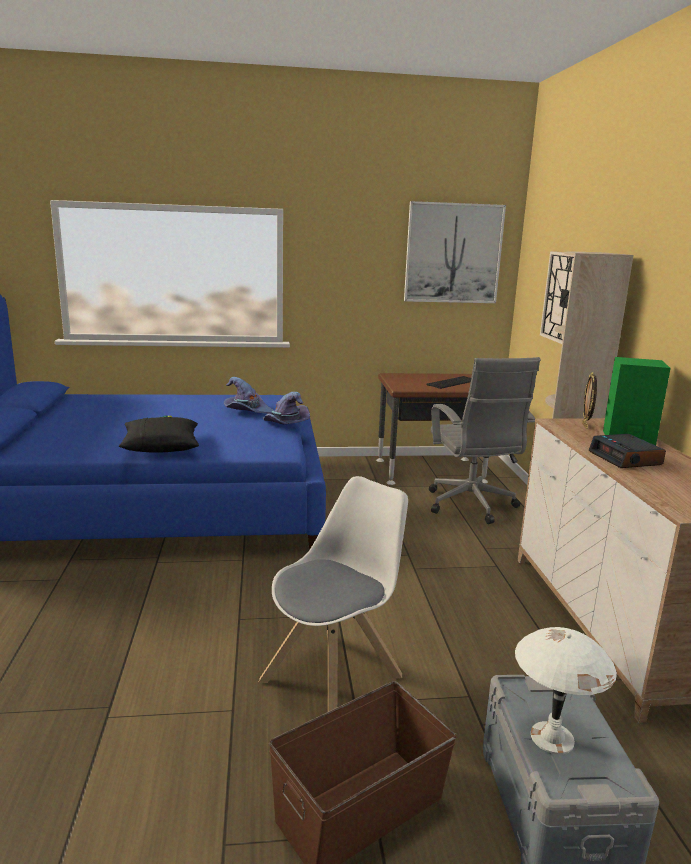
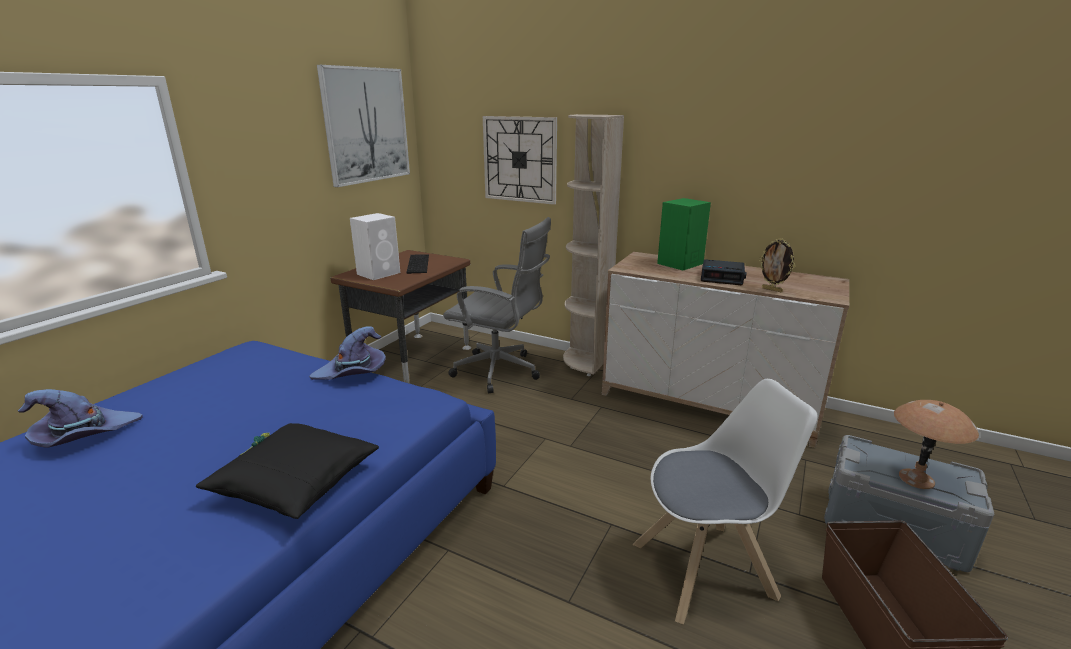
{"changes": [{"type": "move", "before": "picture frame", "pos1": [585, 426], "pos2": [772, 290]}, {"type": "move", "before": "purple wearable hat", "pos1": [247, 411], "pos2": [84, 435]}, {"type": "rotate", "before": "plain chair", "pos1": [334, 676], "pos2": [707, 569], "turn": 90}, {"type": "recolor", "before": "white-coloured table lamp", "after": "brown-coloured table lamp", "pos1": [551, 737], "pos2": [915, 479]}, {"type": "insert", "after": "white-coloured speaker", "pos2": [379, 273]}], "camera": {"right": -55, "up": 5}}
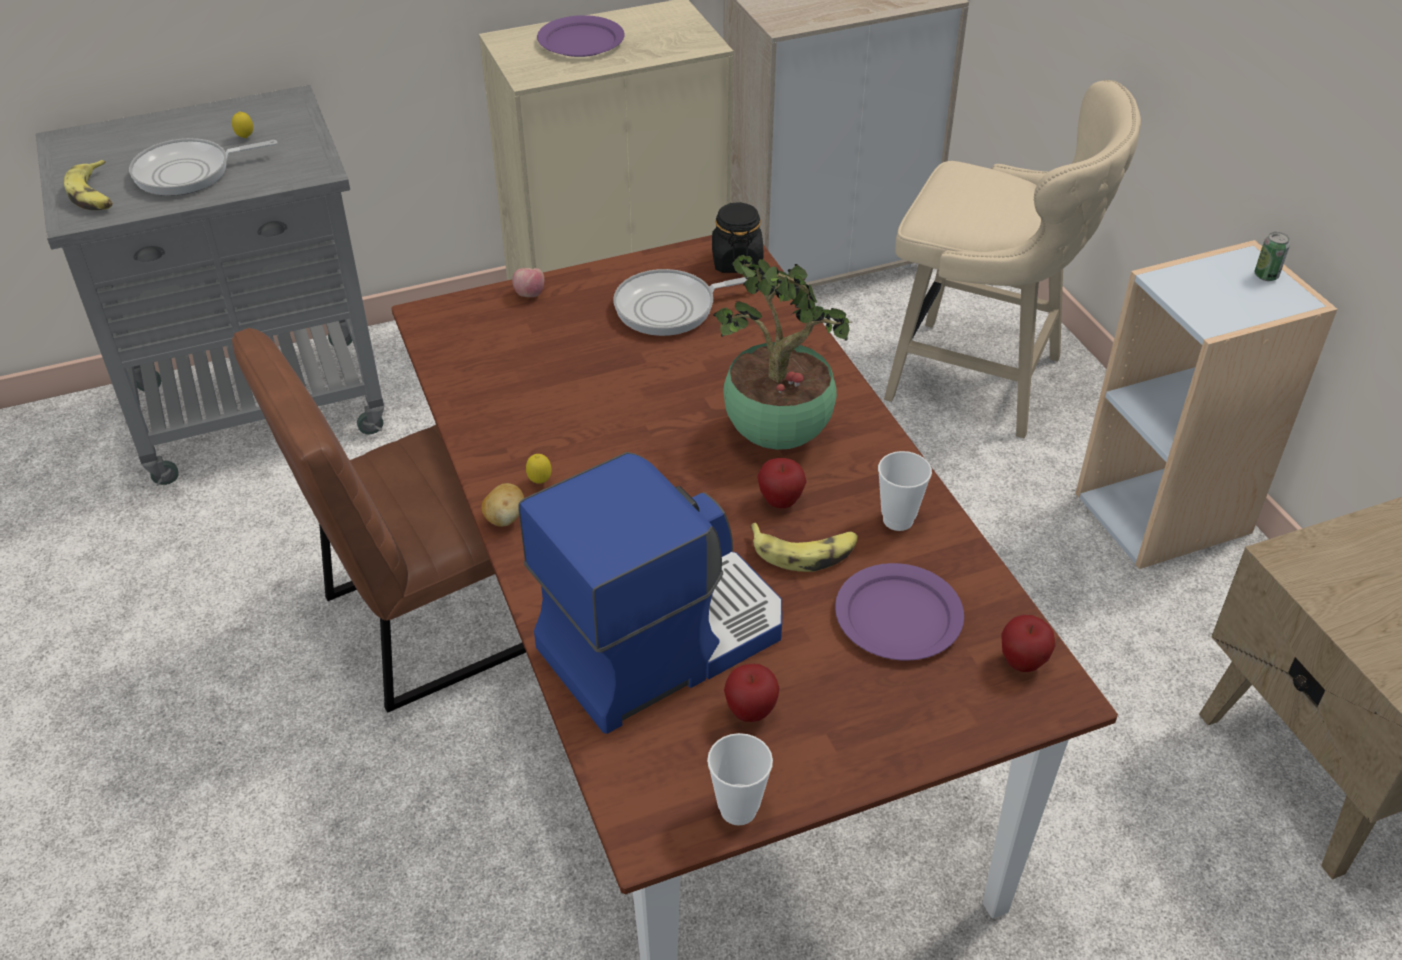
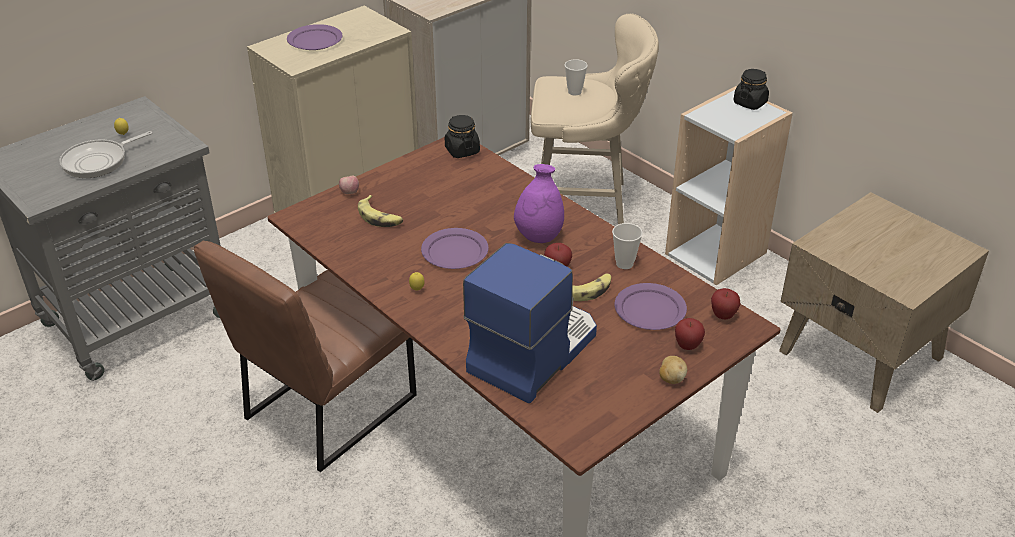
{"changes": [{"type": "move", "before": "banana fruit", "pos1": [95, 195], "pos2": [380, 217]}, {"type": "replace", "before": "sealed can", "after": "black storage jar", "pos1": [1266, 276], "pos2": [750, 103]}, {"type": "replace", "before": "plant in a pot", "after": "purple vase", "pos1": [780, 436], "pos2": [539, 236]}, {"type": "delete", "before": "pan", "pos1": [671, 308]}, {"type": "move", "before": "spud", "pos1": [505, 518], "pos2": [671, 378]}, {"type": "move", "before": "apple", "pos1": [750, 712], "pos2": [687, 346]}, {"type": "move", "before": "cup", "pos1": [738, 809], "pos2": [574, 92]}, {"type": "insert", "after": "purple dinner plate", "pos2": [455, 251]}], "camera": {"right": -20, "up": -5}}
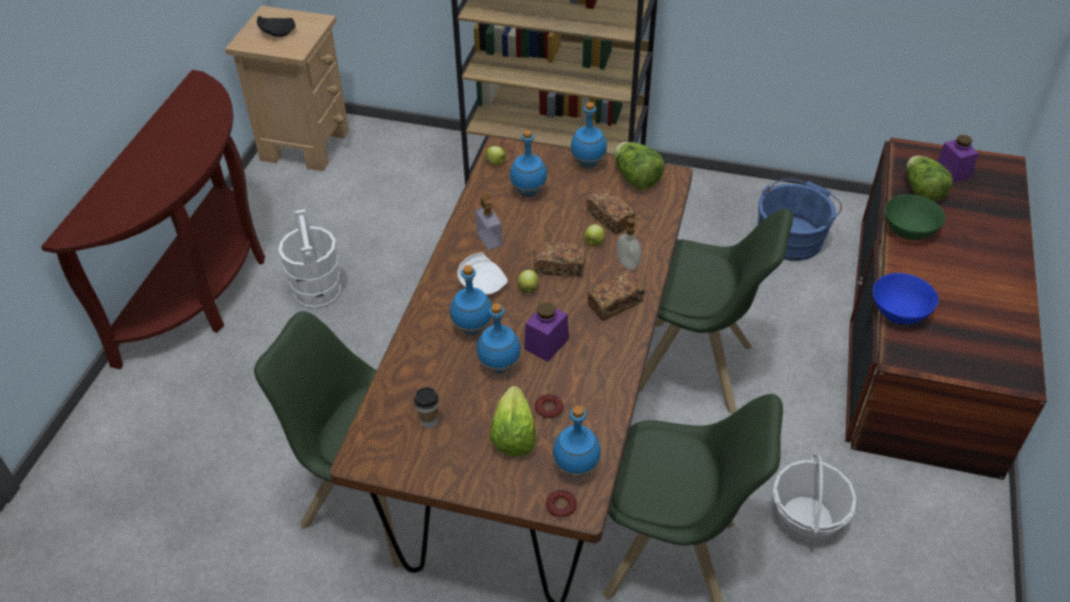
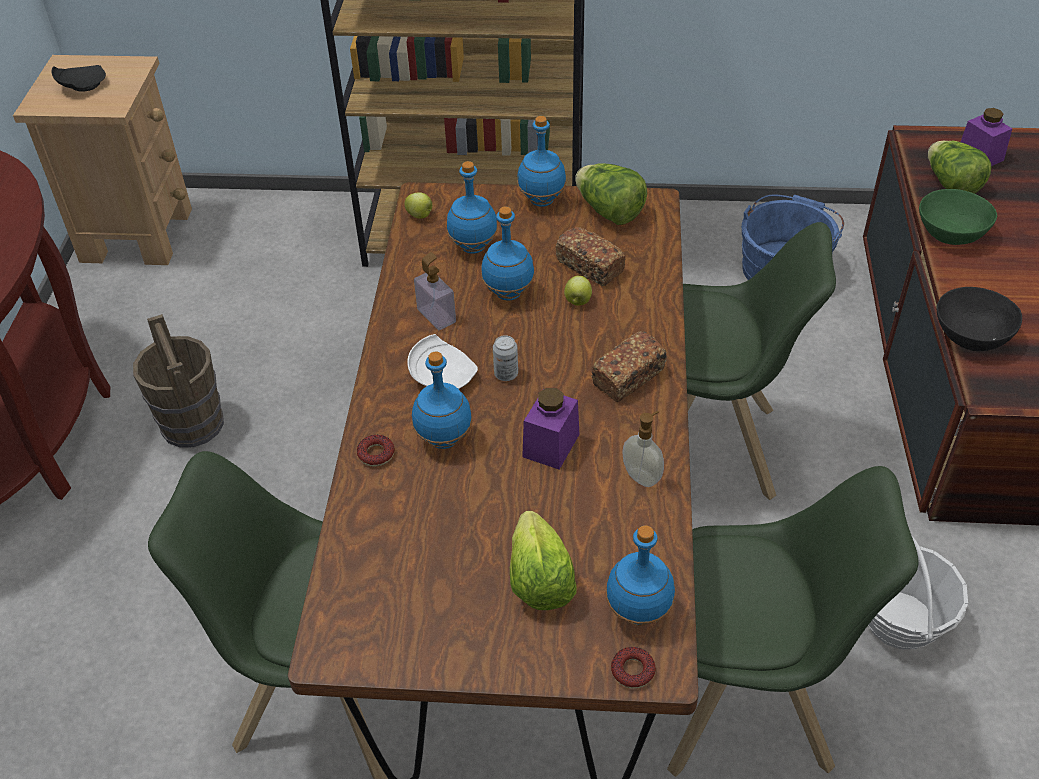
{"changes": [{"type": "recolor", "before": "white-coloured water bucket", "after": "brown-coloured water bucket", "pos1": [317, 292], "pos2": [192, 424]}, {"type": "move", "before": "soap bottle", "pos1": [628, 263], "pos2": [642, 476]}, {"type": "delete", "before": "bread", "pos1": [559, 267]}, {"type": "replace", "before": "apple", "after": "sealed can", "pos1": [528, 288], "pos2": [506, 374]}, {"type": "recolor", "before": "blue-coloured serving bowl", "after": "black serving bowl", "pos1": [899, 311], "pos2": [971, 335]}, {"type": "move", "before": "blue-coloured beverage bottle", "pos1": [499, 366], "pos2": [507, 293]}, {"type": "delete", "before": "cup", "pos1": [429, 421]}, {"type": "move", "before": "donut", "pos1": [548, 409], "pos2": [376, 454]}], "camera": {"right": -10, "up": 0}}
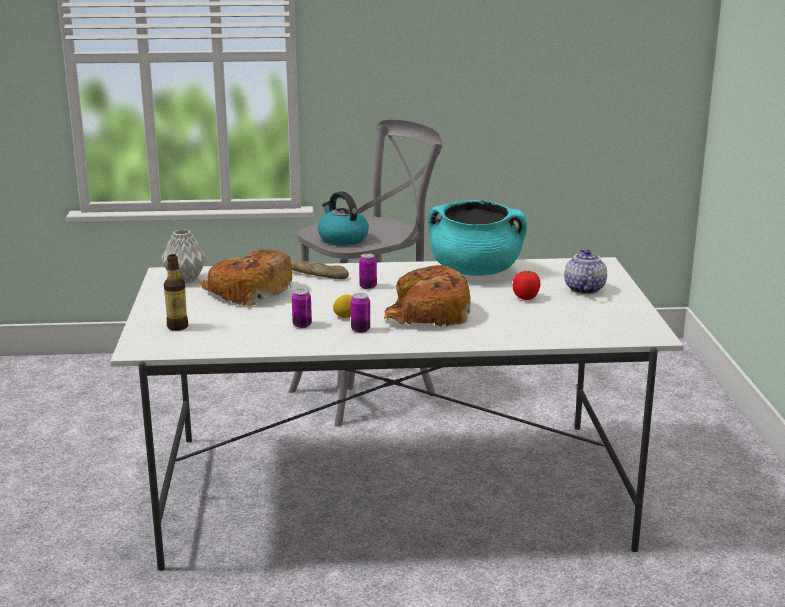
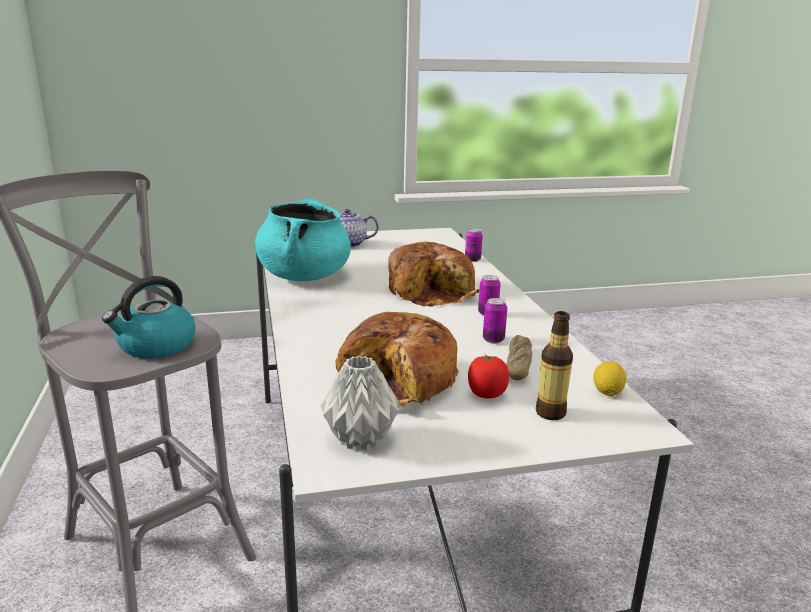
{"changes": [{"type": "move", "before": "sealed can", "pos1": [368, 287], "pos2": [472, 259]}, {"type": "move", "before": "bread", "pos1": [318, 275], "pos2": [518, 364]}, {"type": "move", "before": "whole tomato", "pos1": [525, 298], "pos2": [487, 394]}, {"type": "move", "before": "citrus fruit", "pos1": [345, 317], "pos2": [607, 392]}], "camera": {"right": -100, "up": 0}}
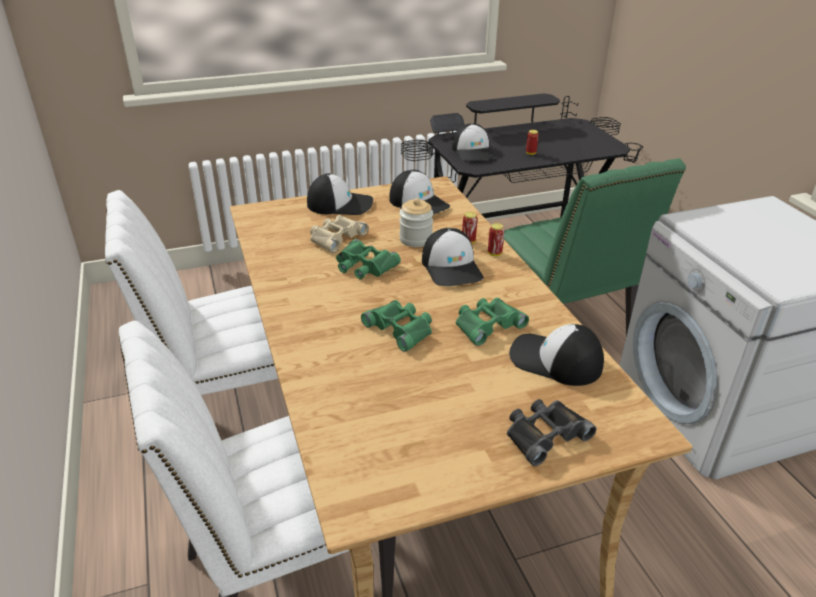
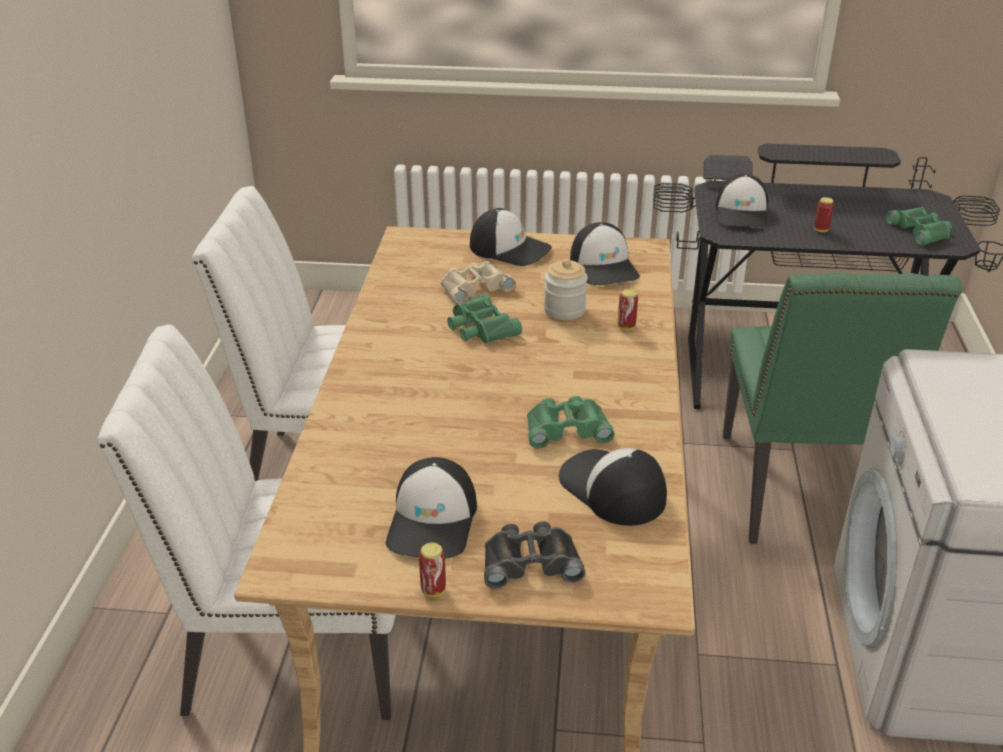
{"changes": [{"type": "move", "before": "sealed can", "pos1": [494, 253], "pos2": [433, 590]}, {"type": "move", "before": "baseball cap", "pos1": [452, 267], "pos2": [433, 521]}, {"type": "move", "before": "greenish binoculars", "pos1": [400, 328], "pos2": [920, 231]}], "camera": {"right": 25, "up": 0}}
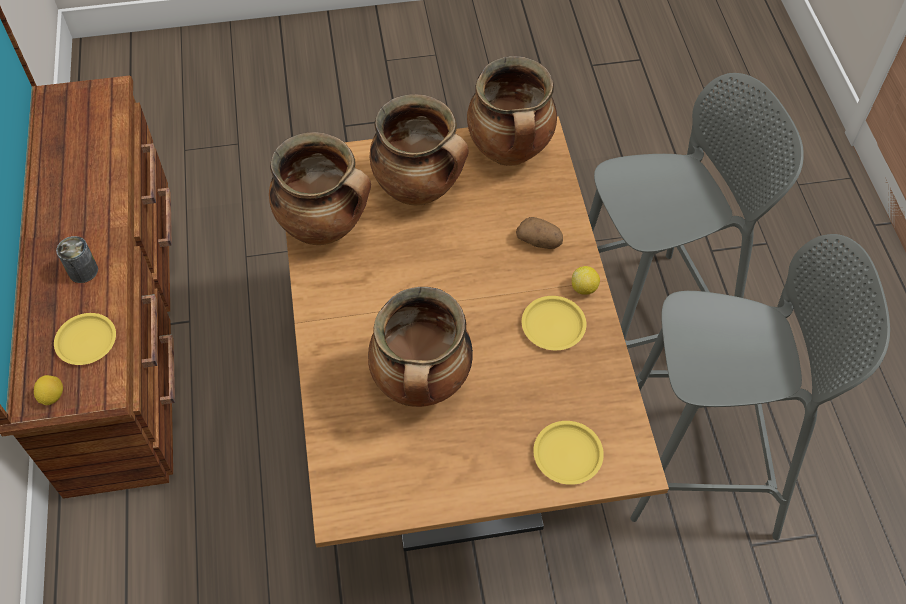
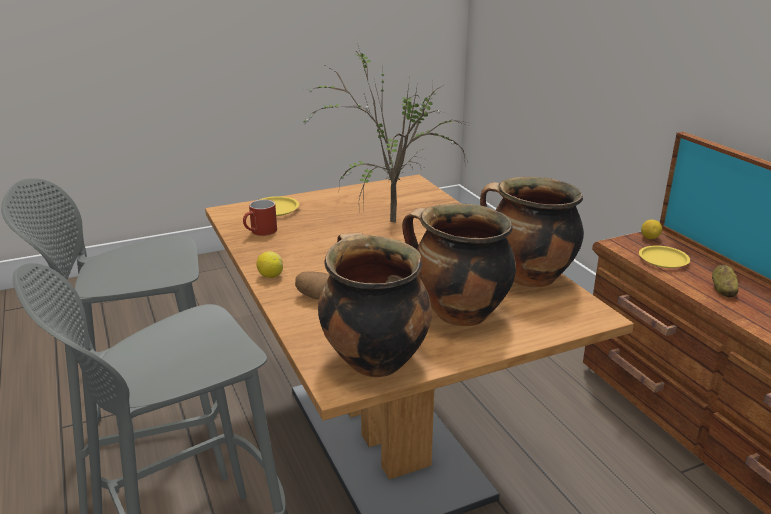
{"changes": [{"type": "replace", "before": "sealed can", "after": "spud", "pos1": [83, 271], "pos2": [722, 290]}, {"type": "replace", "before": "cooking pot", "after": "plant in a pot", "pos1": [422, 385], "pos2": [387, 220]}, {"type": "delete", "before": "yellow dinner plate", "pos1": [553, 325]}, {"type": "insert", "after": "red coffee mug", "pos2": [260, 232]}], "camera": {"right": 165, "up": -30}}
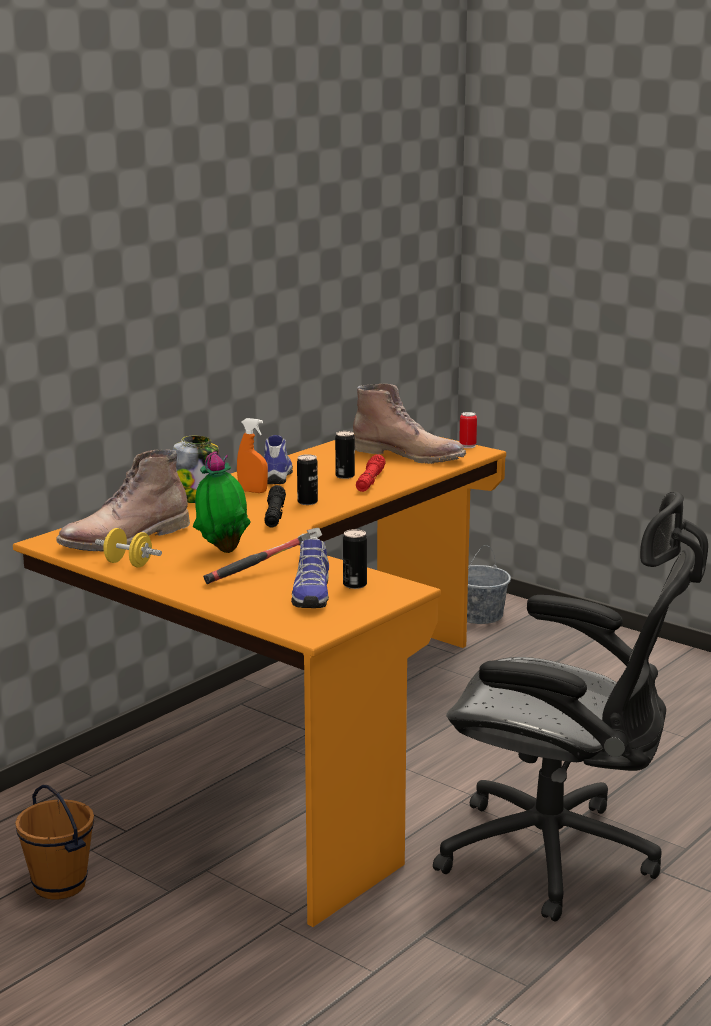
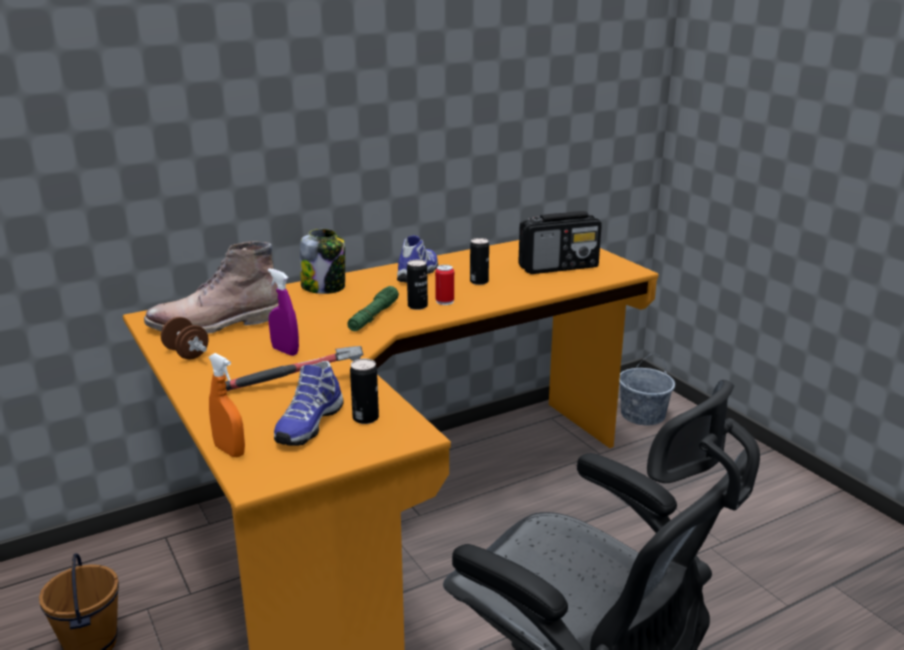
{"changes": [{"type": "replace", "before": "brown-coloured tall boot", "after": "radio receiver", "pos1": [409, 455], "pos2": [559, 267]}, {"type": "move", "before": "sealed can", "pos1": [467, 446], "pos2": [444, 301]}, {"type": "move", "before": "orangey spray bottle", "pos1": [252, 491], "pos2": [229, 451]}, {"type": "replace", "before": "plant in a pot", "after": "purple spray bottle", "pos1": [223, 550], "pos2": [285, 351]}, {"type": "delete", "before": "red flashlight", "pos1": [370, 481]}, {"type": "recolor", "before": "black flashlight", "after": "greenish flashlight", "pos1": [274, 515], "pos2": [373, 316]}, {"type": "recolor", "before": "yellow dumbbell", "after": "brown-coloured dumbbell", "pos1": [128, 564], "pos2": [186, 353]}], "camera": {"right": 20, "up": 5}}
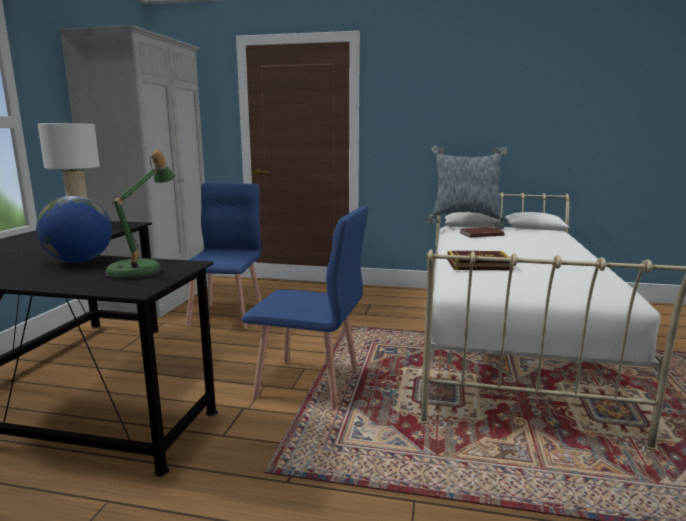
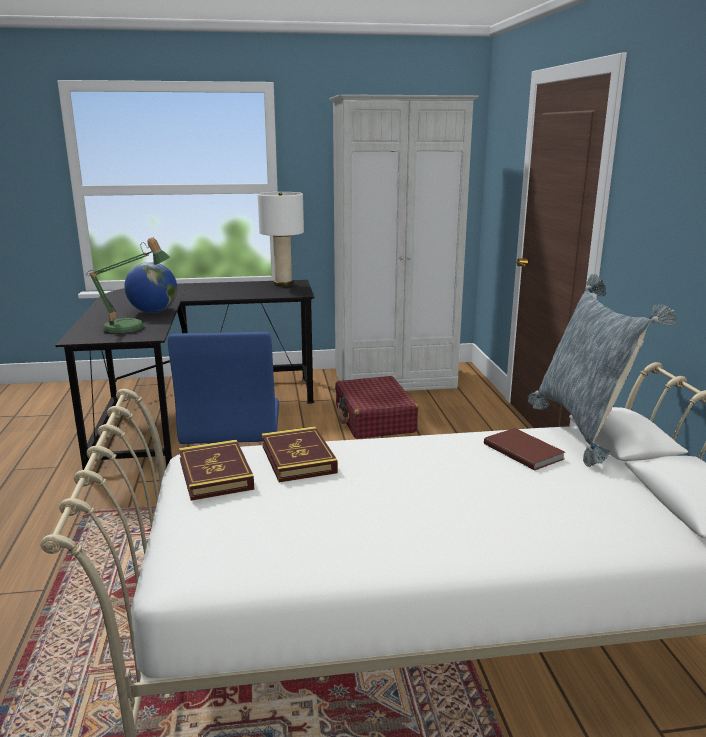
{"changes": [{"type": "replace", "before": "blue-coloured plain chair", "after": "red piece of luggage", "pos1": [227, 315], "pos2": [374, 420]}, {"type": "insert", "after": "bound book", "pos2": [215, 474]}], "camera": {"right": 70, "up": 5}}
